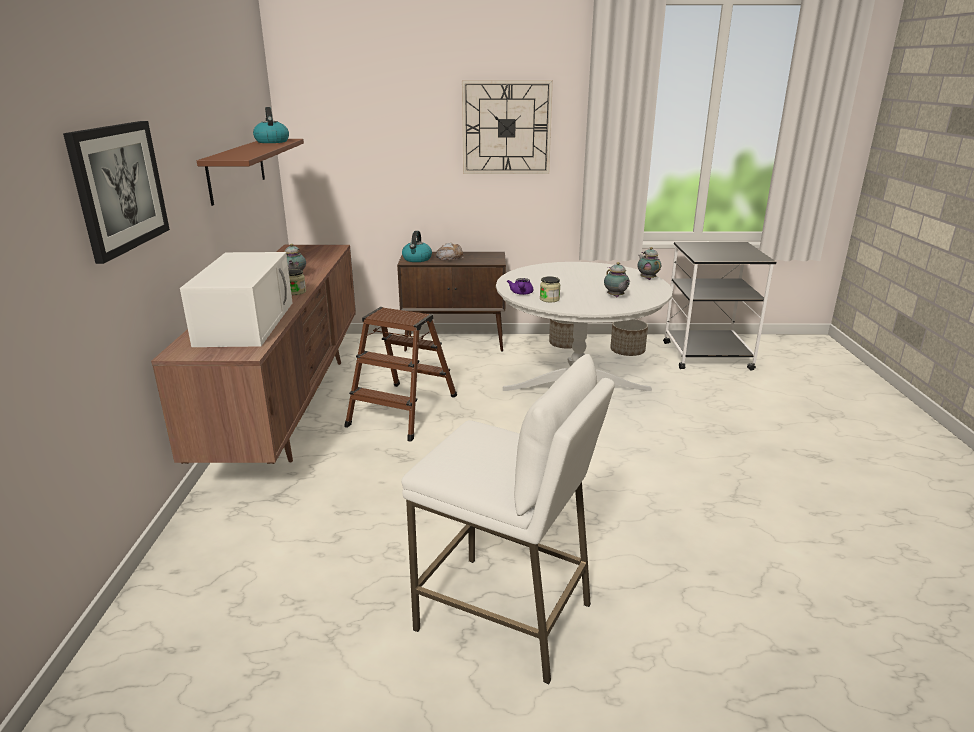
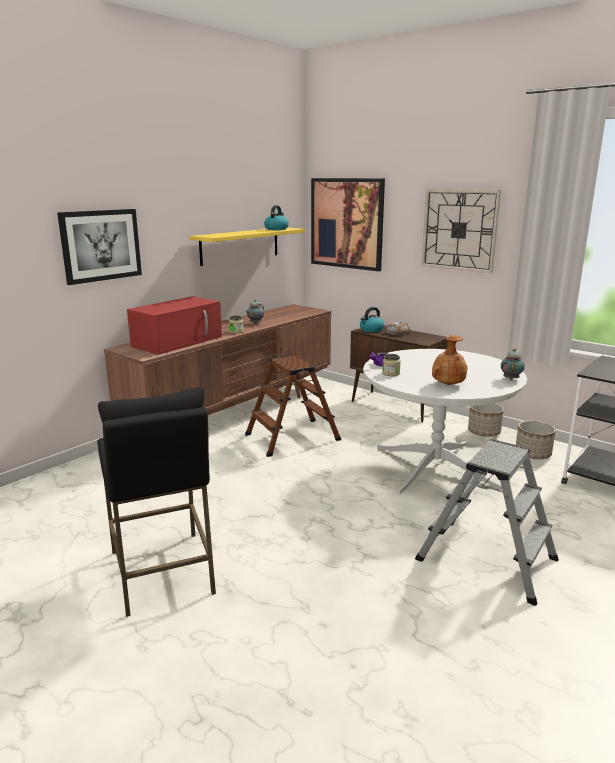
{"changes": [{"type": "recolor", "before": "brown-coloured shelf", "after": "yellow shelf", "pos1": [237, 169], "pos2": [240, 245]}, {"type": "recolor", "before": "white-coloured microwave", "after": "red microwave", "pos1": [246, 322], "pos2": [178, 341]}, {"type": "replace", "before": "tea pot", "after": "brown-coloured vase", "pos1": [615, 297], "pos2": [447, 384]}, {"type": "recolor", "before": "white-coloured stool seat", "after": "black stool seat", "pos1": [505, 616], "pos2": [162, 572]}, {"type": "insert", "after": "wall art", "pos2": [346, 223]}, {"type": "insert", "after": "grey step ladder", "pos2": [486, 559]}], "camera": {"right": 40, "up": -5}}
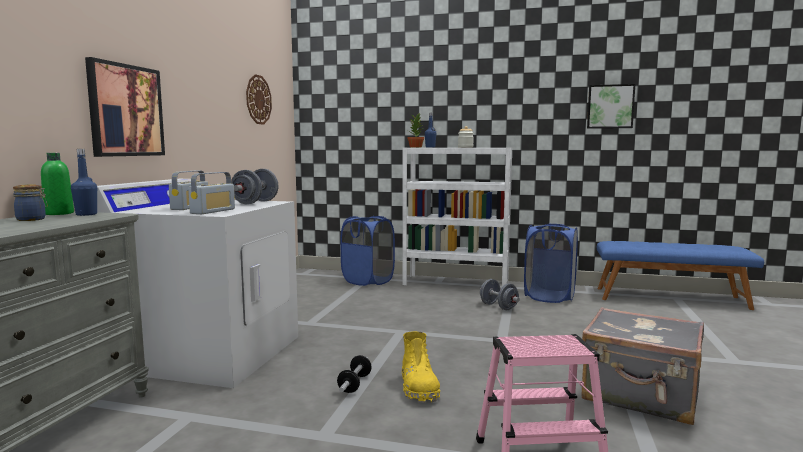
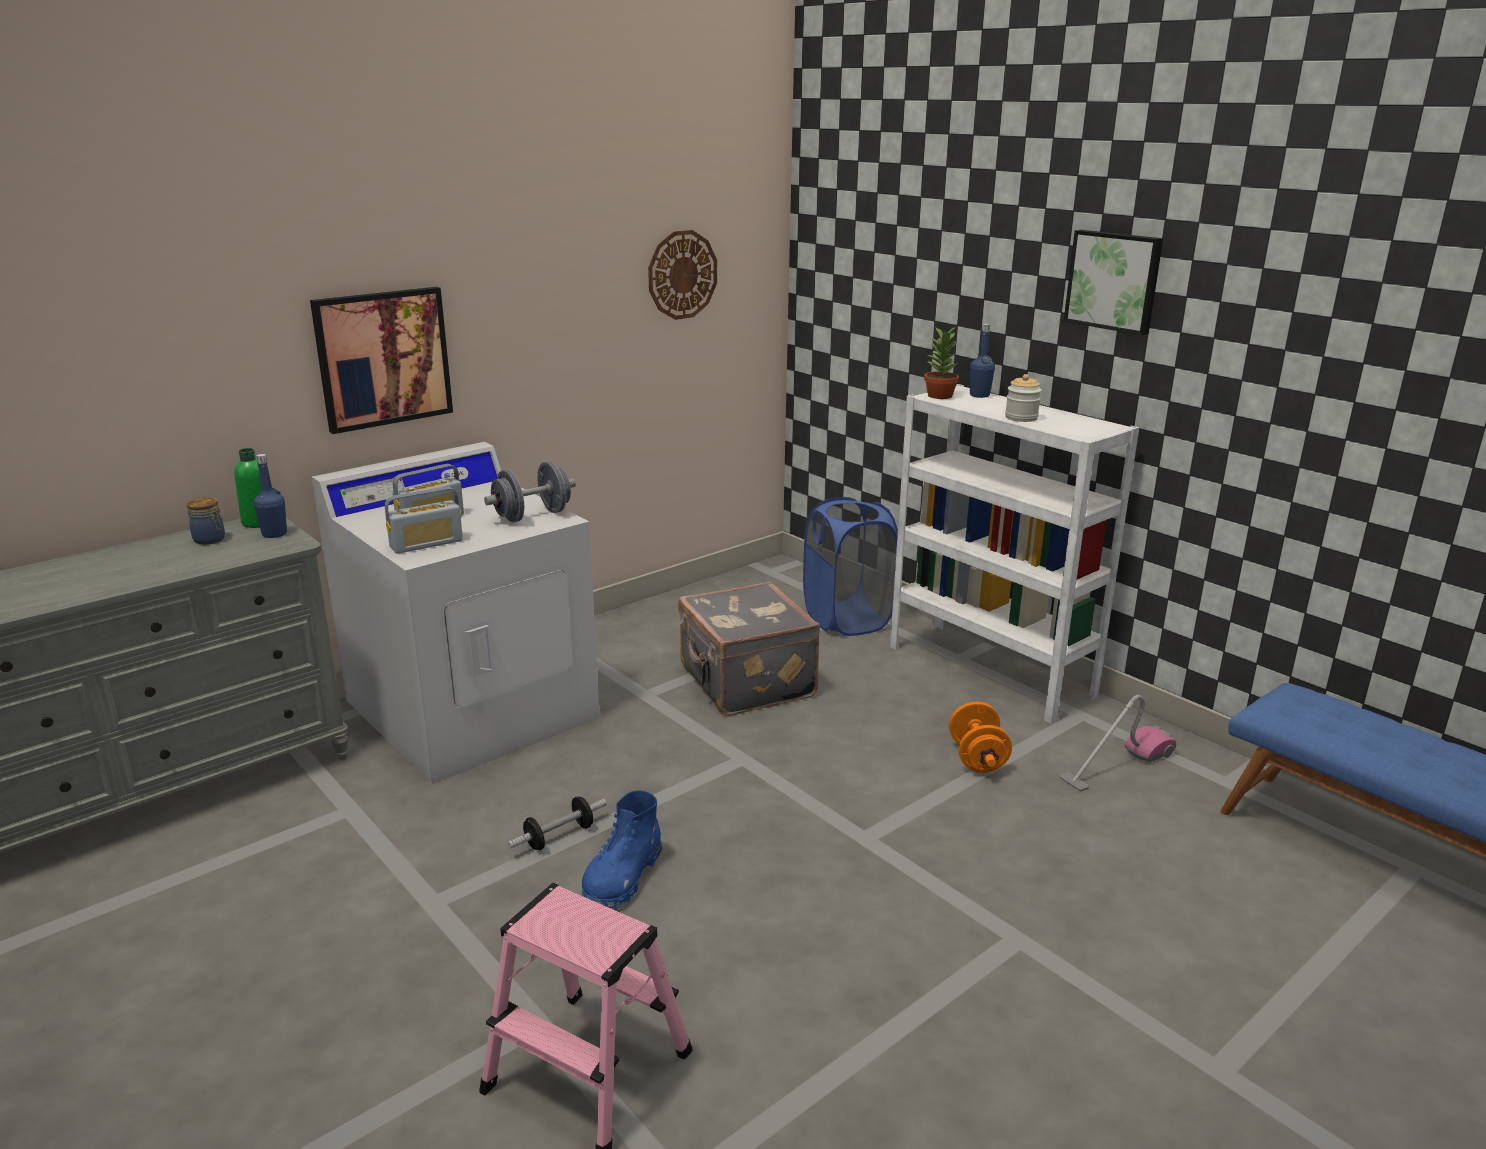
{"changes": [{"type": "move", "before": "wall art", "pos1": [610, 106], "pos2": [1114, 281]}, {"type": "replace", "before": "blue-coloured hamper", "after": "vacuum", "pos1": [549, 297], "pos2": [1117, 765]}, {"type": "recolor", "before": "grey dumbbell", "after": "orangey dumbbell", "pos1": [498, 307], "pos2": [977, 758]}, {"type": "move", "before": "grey piece of luggage", "pos1": [640, 396], "pos2": [745, 683]}, {"type": "recolor", "before": "yellow tall boot", "after": "blue-coloured tall boot", "pos1": [419, 388], "pos2": [622, 879]}], "camera": {"right": 35, "up": 15}}
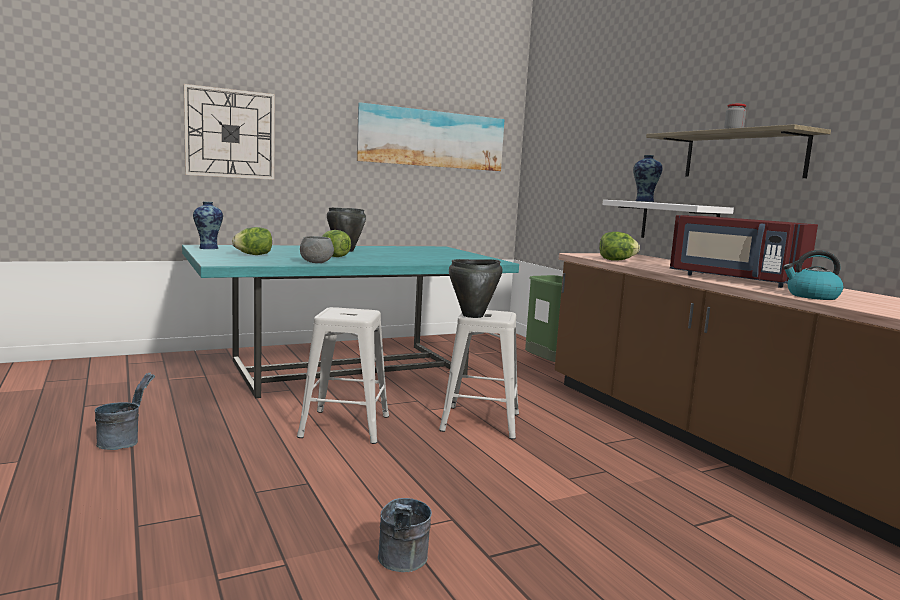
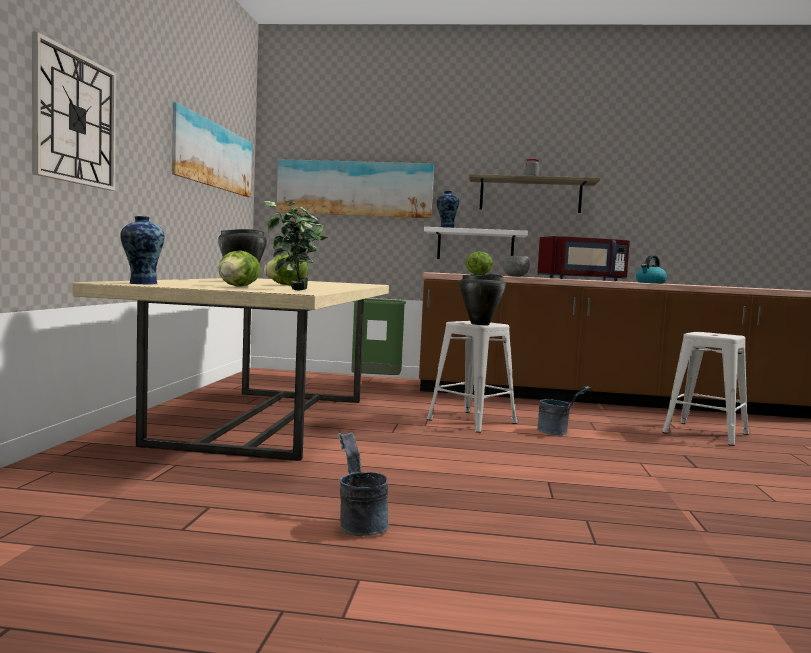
{"changes": [{"type": "move", "before": "grey serving bowl", "pos1": [316, 262], "pos2": [515, 276]}, {"type": "recolor", "before": "turquoise kitchen table", "after": "beige kitchen table", "pos1": [346, 369], "pos2": [264, 421]}, {"type": "move", "before": "white-coloured stool seat", "pos1": [345, 426], "pos2": [705, 433]}, {"type": "move", "before": "grey water bucket", "pos1": [402, 563], "pos2": [558, 433]}, {"type": "insert", "after": "wall art", "pos2": [354, 188]}, {"type": "insert", "after": "plant in a pot", "pos2": [294, 290]}], "camera": {"right": -55, "up": -5}}
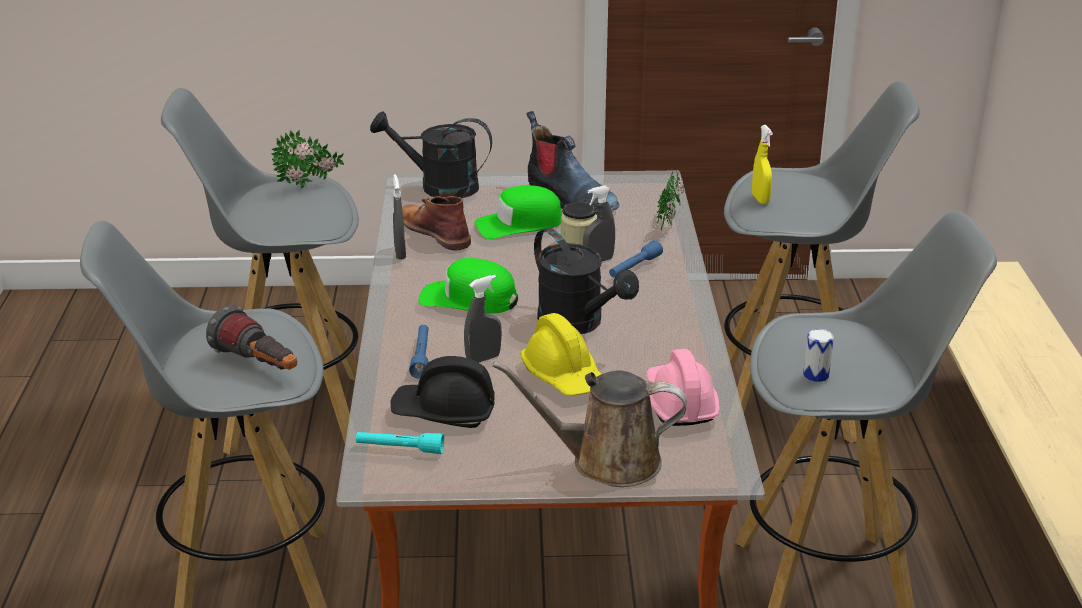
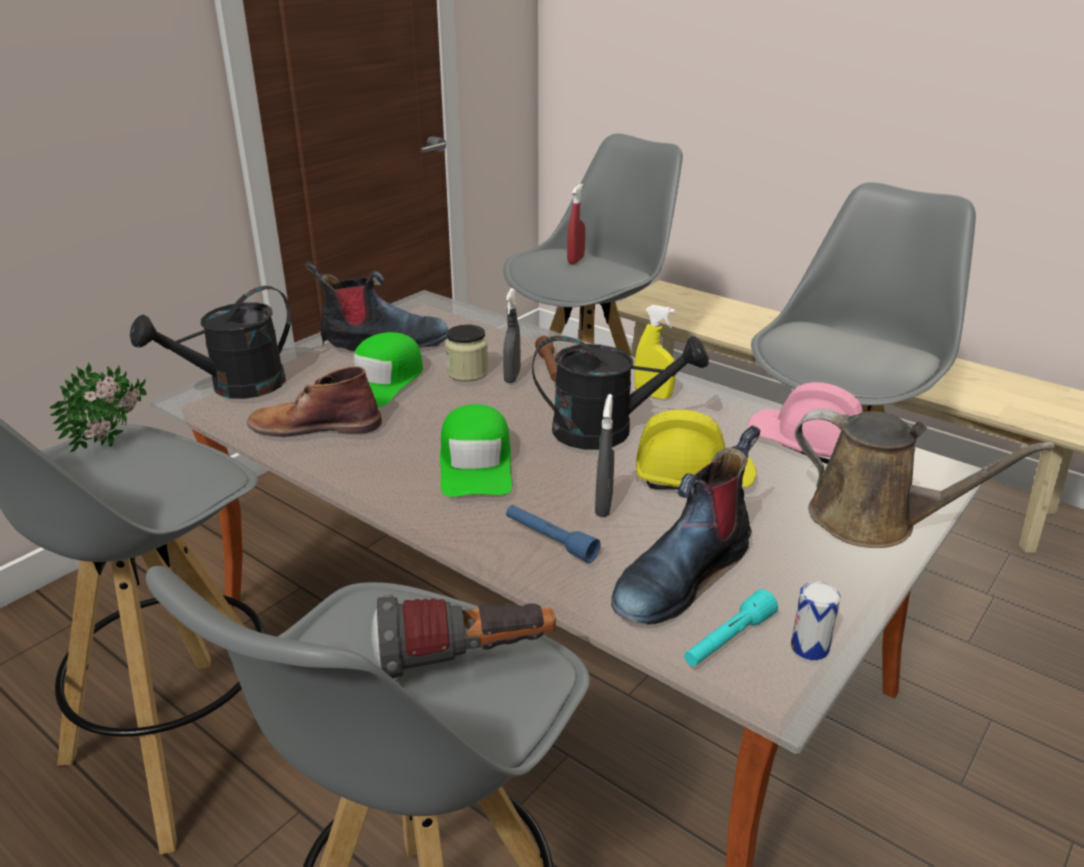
{"changes": [{"type": "move", "before": "yellow spray bottle", "pos1": [760, 199], "pos2": [653, 395]}, {"type": "delete", "before": "plant in a pot", "pos1": [667, 223]}, {"type": "delete", "before": "grey spray bottle", "pos1": [400, 253]}, {"type": "recolor", "before": "blue-coloured flashlight", "after": "brown-coloured flashlight", "pos1": [634, 267], "pos2": [549, 368]}, {"type": "rotate", "before": "greenish baseball cap", "pos1": [468, 299], "pos2": [476, 464], "turn": -60}, {"type": "move", "before": "sealed can", "pos1": [816, 375], "pos2": [809, 647]}, {"type": "replace", "before": "black work helmet", "after": "tall boot", "pos1": [444, 412], "pos2": [682, 575]}, {"type": "rotate", "before": "brown-coloured sprinkling can", "pos1": [606, 461], "pos2": [873, 521], "turn": -105}, {"type": "insert", "after": "red spray bottle", "pos2": [576, 260]}], "camera": {"right": -50, "up": 0}}
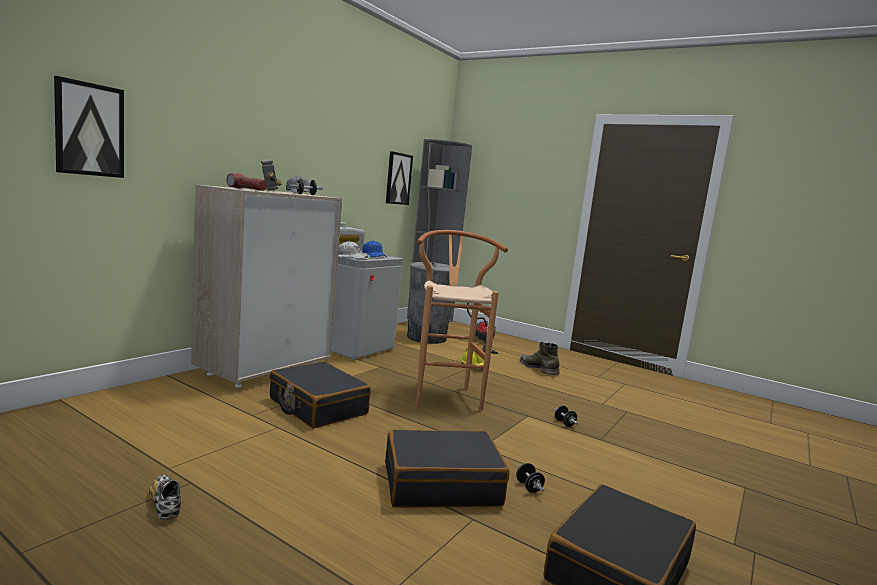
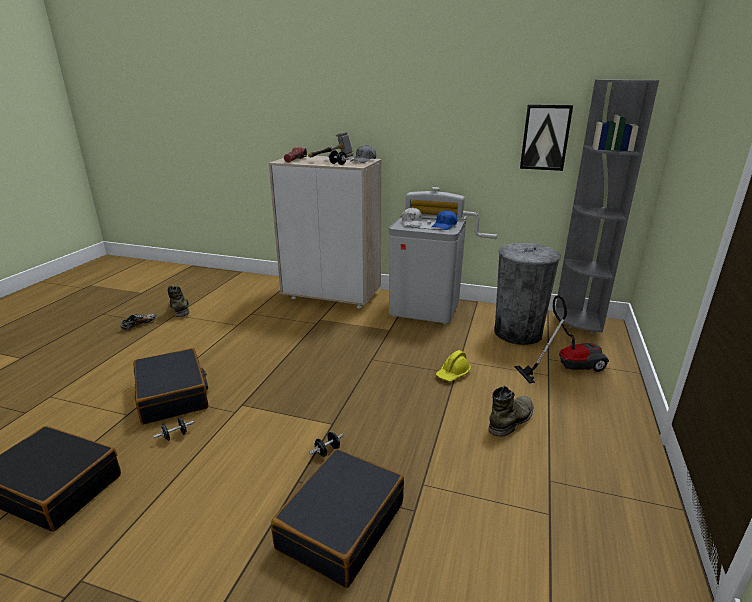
{"changes": [{"type": "delete", "before": "wall art", "pos1": [89, 129]}, {"type": "delete", "before": "brown-coloured stool seat", "pos1": [445, 394]}, {"type": "move", "before": "black piece of luggage", "pos1": [317, 407], "pos2": [341, 525]}, {"type": "insert", "after": "greenish tall boot", "pos2": [180, 308]}], "camera": {"right": 75, "up": 15}}
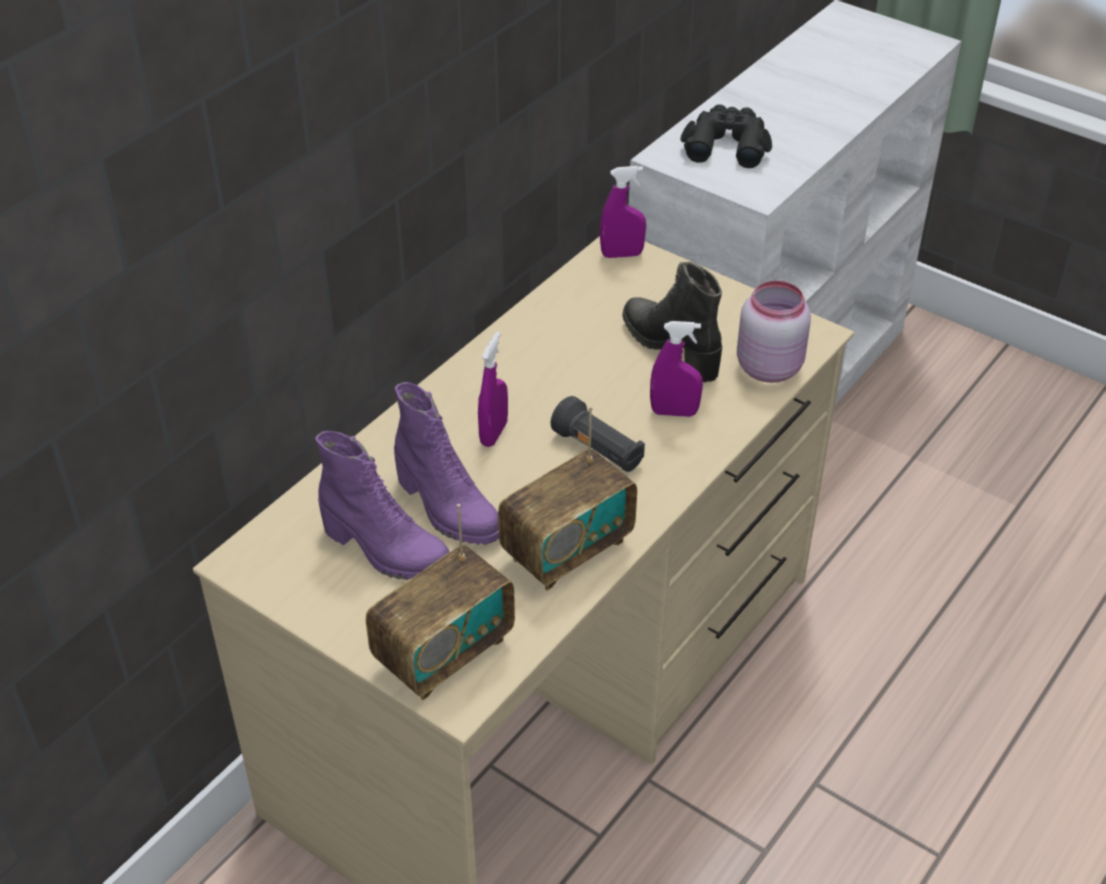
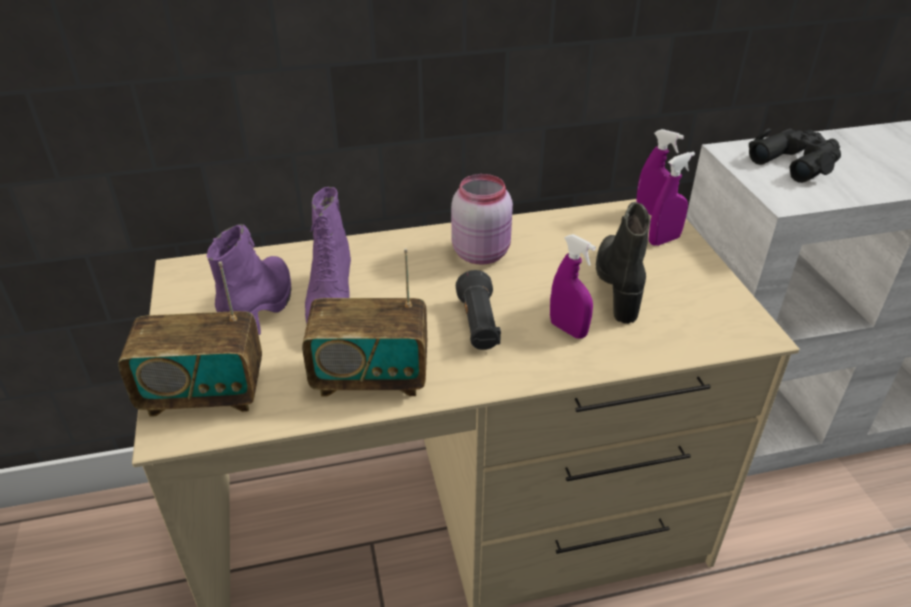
{"changes": [{"type": "move", "before": "pinkish storage jar", "pos1": [769, 366], "pos2": [482, 253]}, {"type": "move", "before": "purple spray bottle", "pos1": [494, 433], "pos2": [664, 240]}, {"type": "rotate", "before": "purple tall boot", "pos1": [385, 551], "pos2": [261, 310], "turn": -150}], "camera": {"right": 40, "up": -5}}
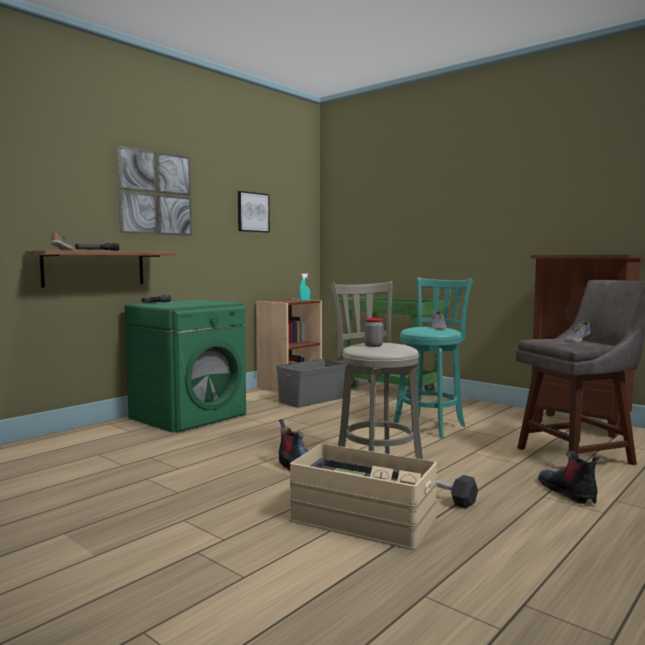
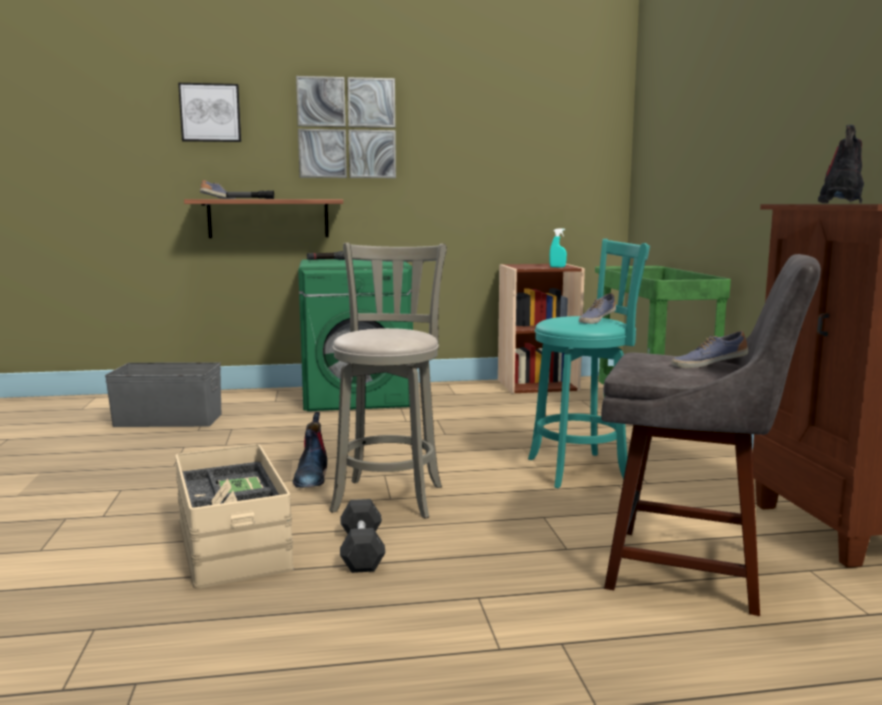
{"changes": [{"type": "move", "before": "wall art", "pos1": [252, 212], "pos2": [210, 113]}, {"type": "delete", "before": "storage jar", "pos1": [373, 345]}, {"type": "move", "before": "grey storage box", "pos1": [312, 399], "pos2": [168, 420]}, {"type": "move", "before": "tall boot", "pos1": [568, 492], "pos2": [840, 203]}], "camera": {"right": 40, "up": 5}}
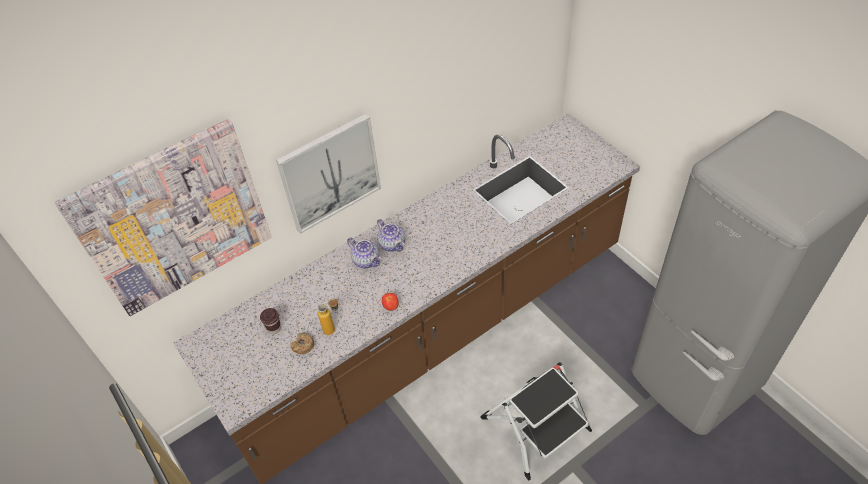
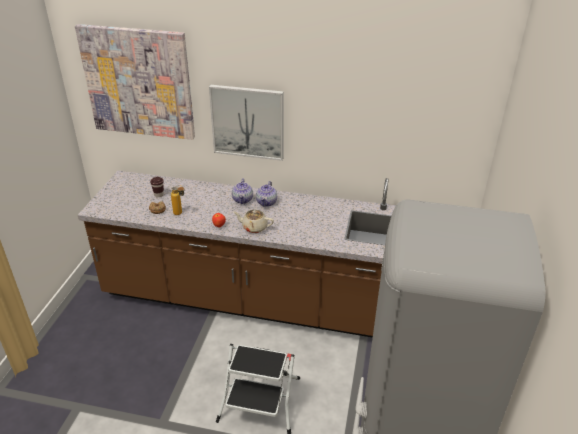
{"changes": [{"type": "insert", "after": "beige tea pot", "pos2": [254, 227]}], "camera": {"right": 45, "up": -15}}
